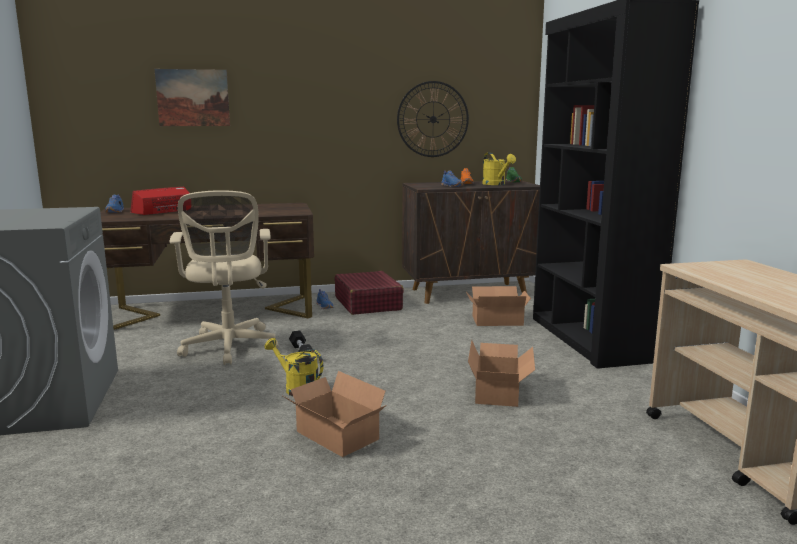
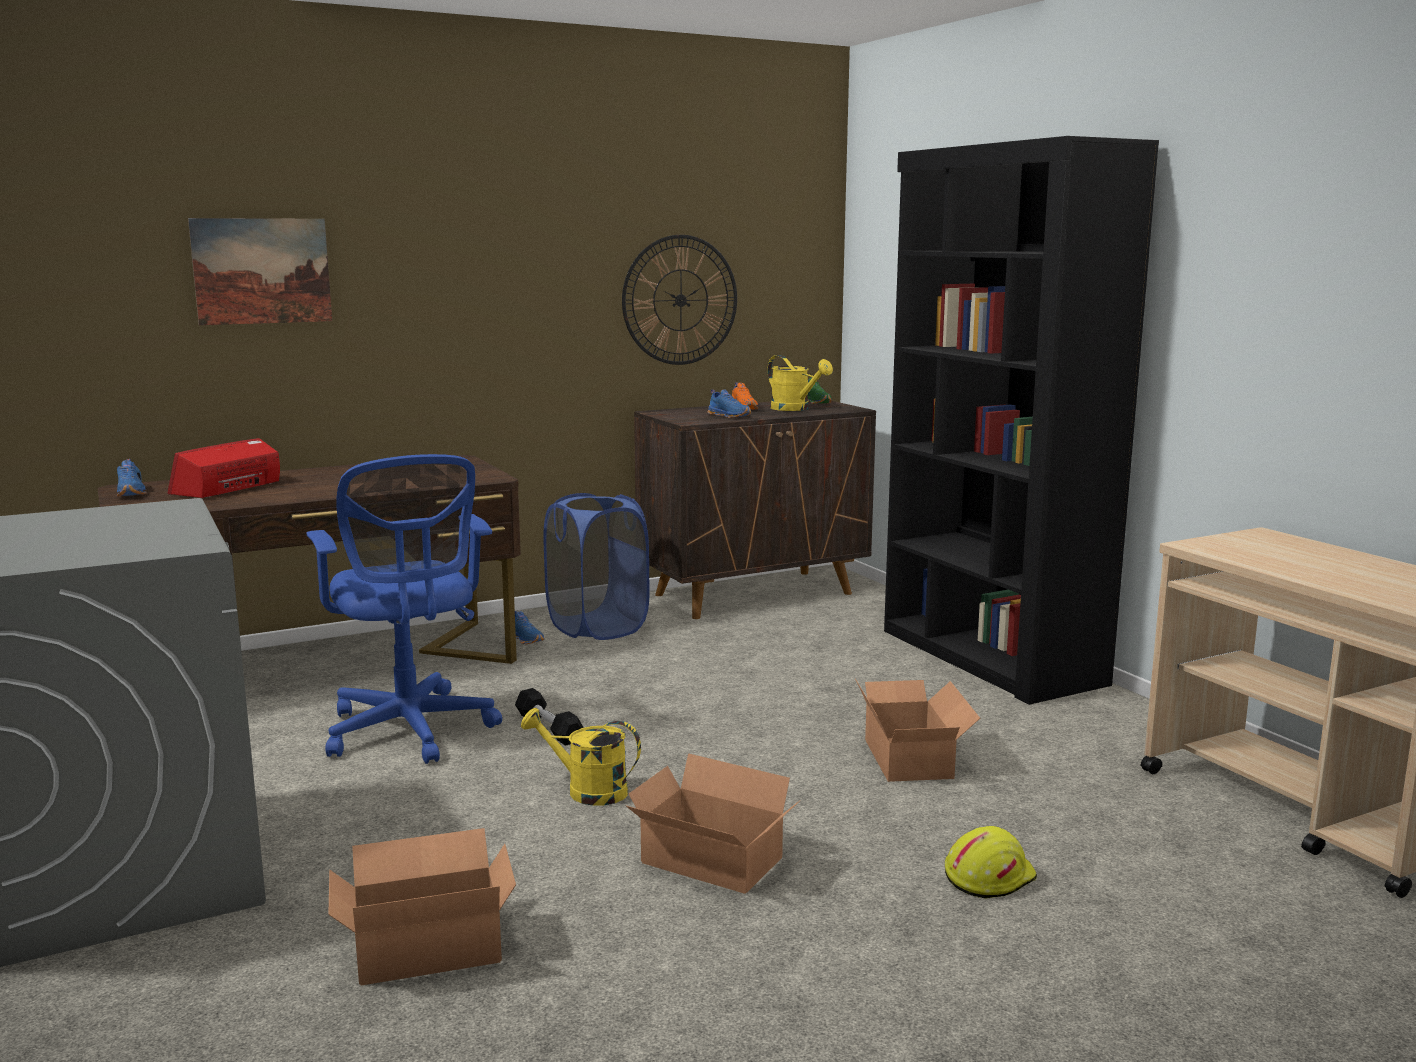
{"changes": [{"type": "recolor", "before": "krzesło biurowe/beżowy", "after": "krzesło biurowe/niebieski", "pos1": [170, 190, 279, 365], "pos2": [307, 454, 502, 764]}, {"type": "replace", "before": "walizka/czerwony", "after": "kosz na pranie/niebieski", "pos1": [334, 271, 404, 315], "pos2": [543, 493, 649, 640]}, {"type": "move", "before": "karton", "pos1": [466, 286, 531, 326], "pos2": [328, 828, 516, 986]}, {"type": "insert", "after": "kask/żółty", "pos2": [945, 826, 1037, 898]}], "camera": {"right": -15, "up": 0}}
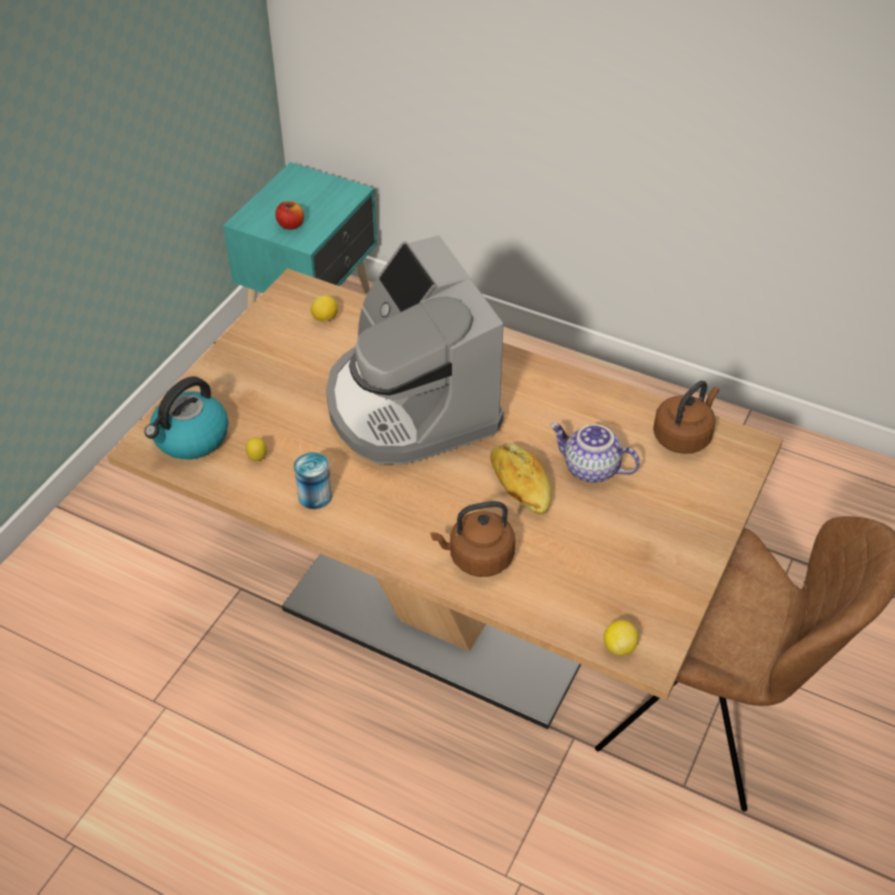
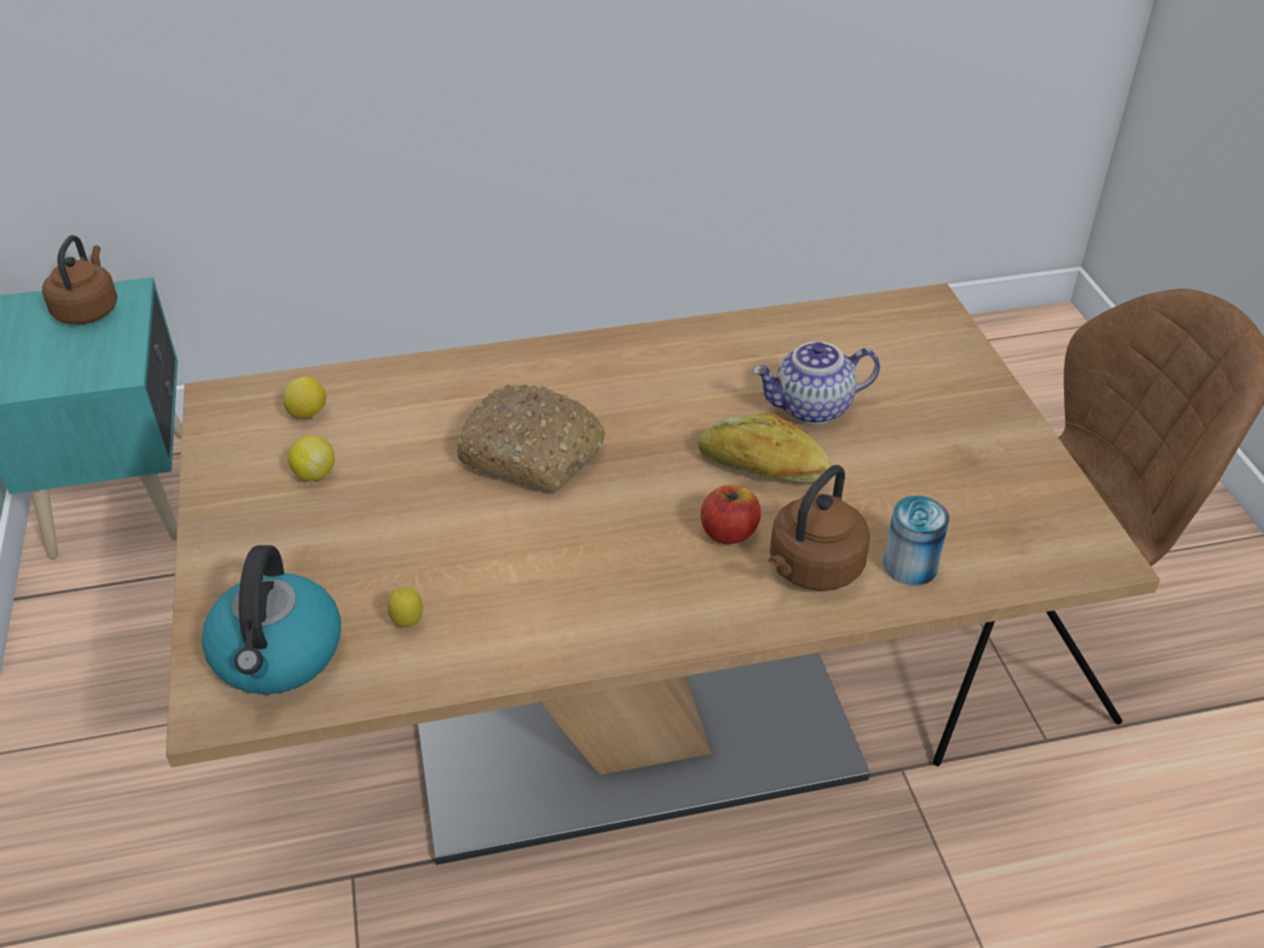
{"changes": [{"type": "move", "before": "jabłko", "pos1": [275, 201, 304, 230], "pos2": [700, 485, 761, 544]}, {"type": "replace", "before": "ekspres do kawy", "after": "chleb", "pos1": [326, 235, 504, 465], "pos2": [455, 384, 605, 492]}, {"type": "move", "before": "czajnik/brązowy", "pos1": [653, 381, 719, 454], "pos2": [42, 235, 118, 325]}, {"type": "move", "before": "puszka", "pos1": [294, 452, 332, 509], "pos2": [884, 496, 949, 586]}, {"type": "move", "before": "cytryna", "pos1": [604, 620, 639, 656], "pos2": [288, 435, 335, 481]}], "camera": {"right": -40, "up": -5}}
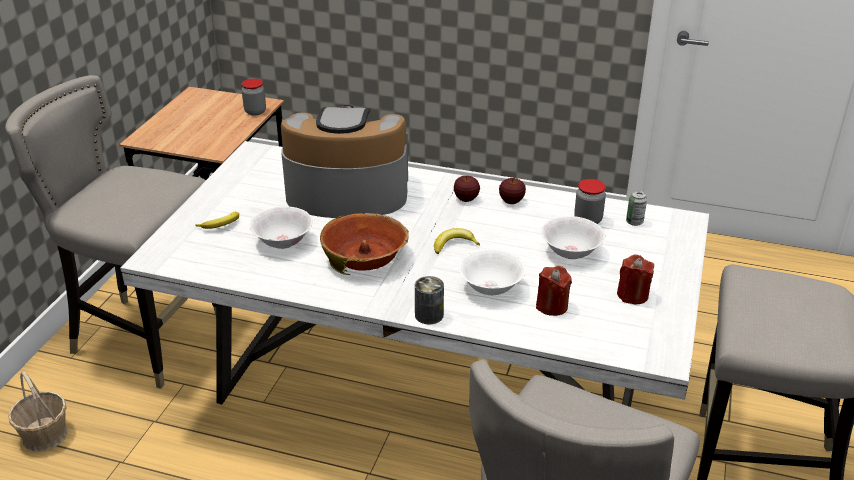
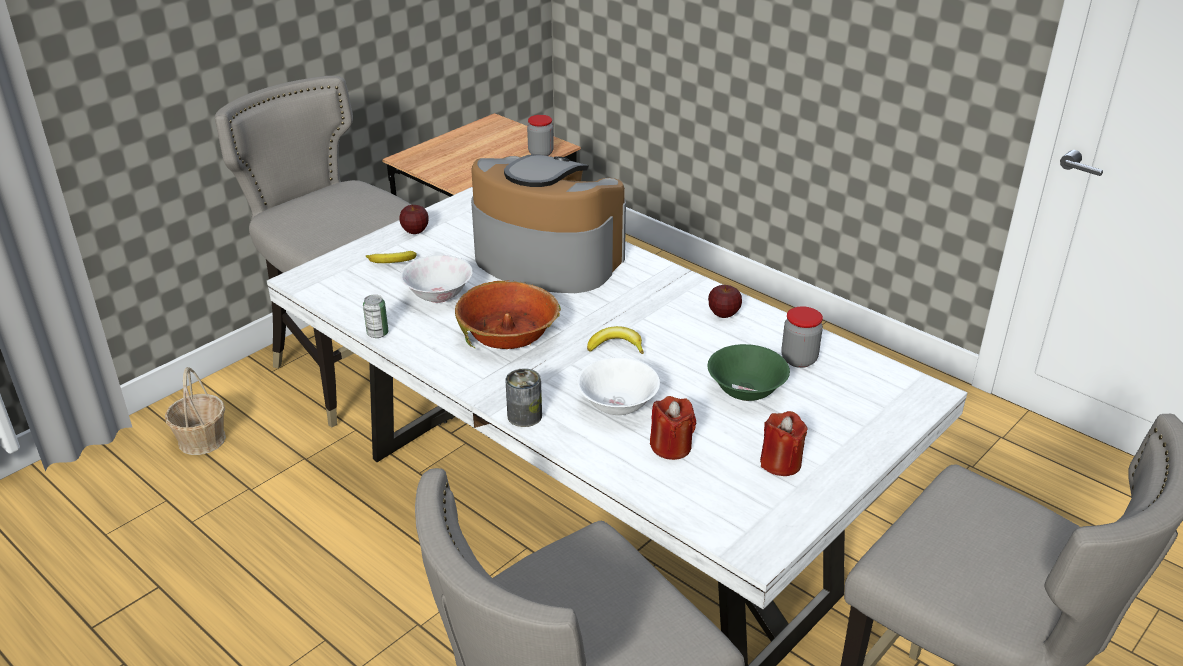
{"changes": [{"type": "move", "before": "jabłko", "pos1": [454, 176, 480, 202], "pos2": [399, 205, 428, 234]}, {"type": "move", "before": "puszka", "pos1": [626, 191, 647, 226], "pos2": [363, 294, 389, 338]}, {"type": "recolor", "before": "miska/biały", "after": "miska/zielony", "pos1": [541, 216, 605, 259], "pos2": [708, 344, 790, 401]}], "camera": {"right": 25, "up": 0}}
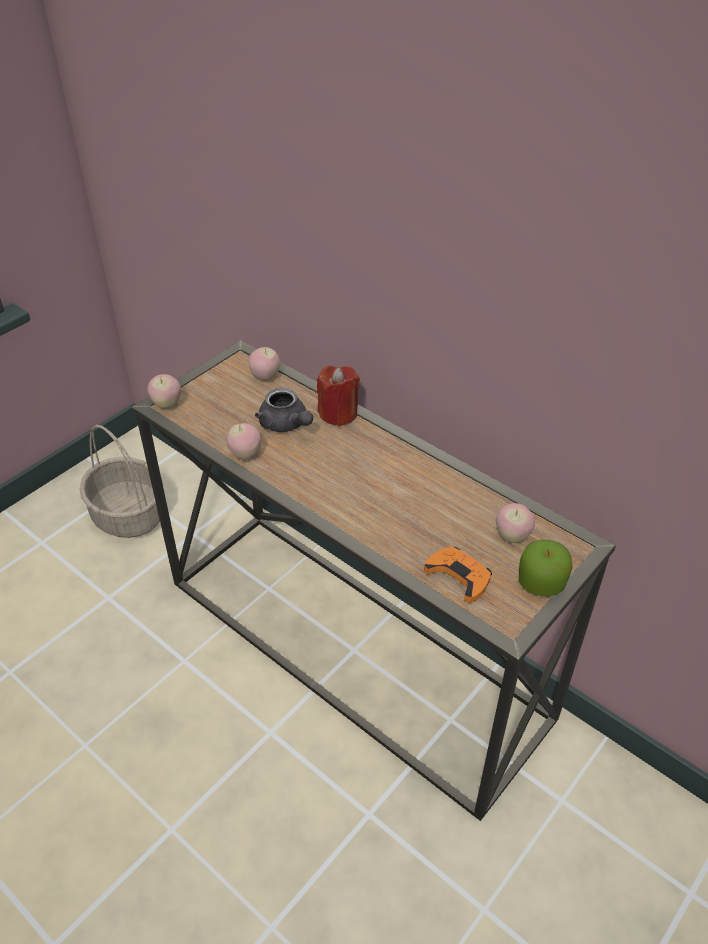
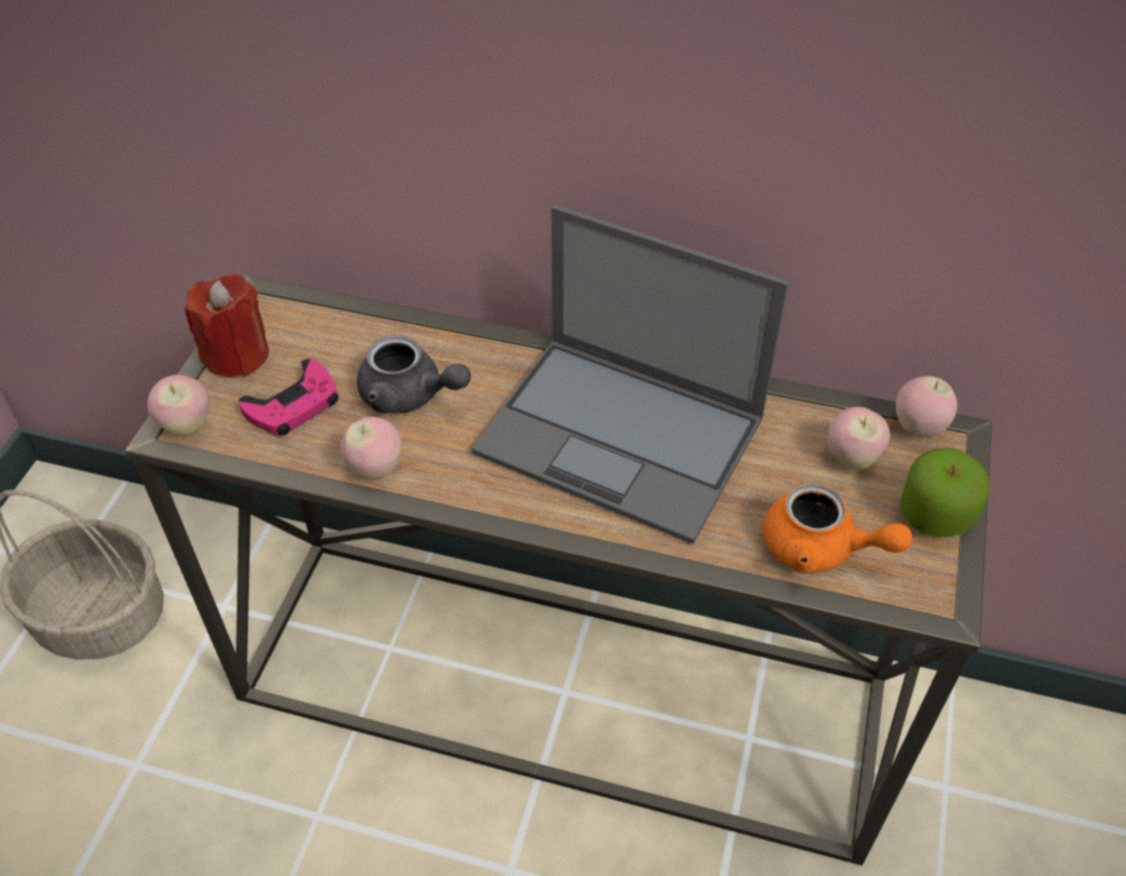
{"changes": [{"type": "move", "before": "jabłko", "pos1": [248, 347, 280, 380], "pos2": [896, 376, 957, 437]}, {"type": "move", "before": "świeca/czerwony", "pos1": [317, 366, 360, 426], "pos2": [185, 273, 269, 377]}, {"type": "replace", "before": "pad do gier/pomarańczowy", "after": "imbryk/pomarańczowy", "pos1": [424, 546, 492, 603], "pos2": [763, 483, 912, 574]}, {"type": "insert", "after": "laptop", "pos2": [471, 205, 789, 544]}, {"type": "insert", "after": "pad do gier/różowy", "pos2": [238, 358, 338, 436]}], "camera": {"right": -25, "up": 5}}
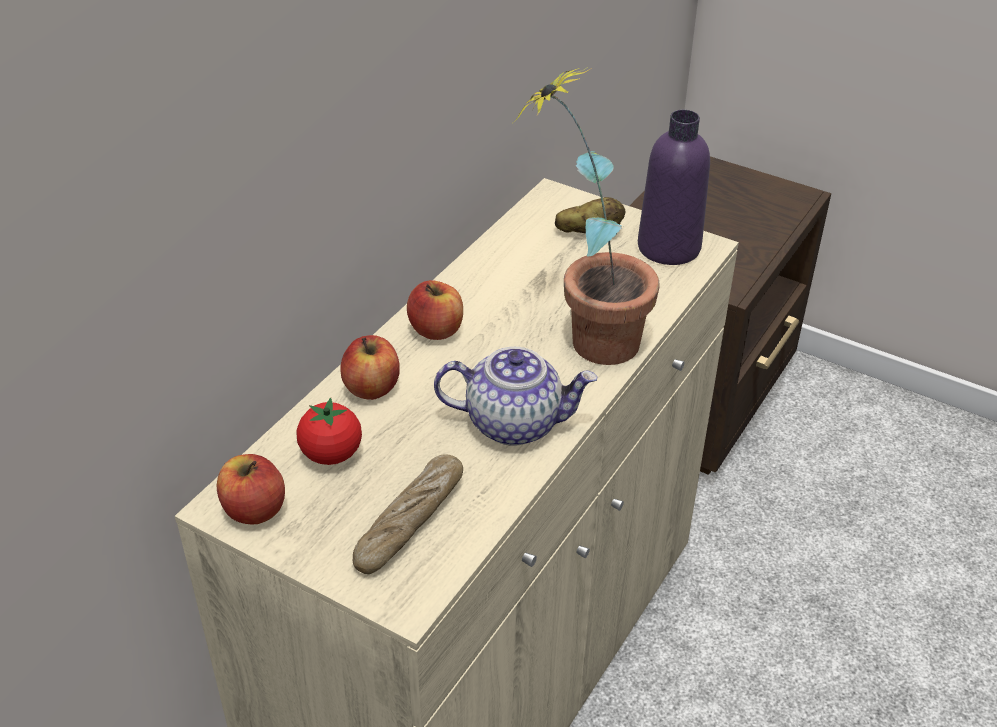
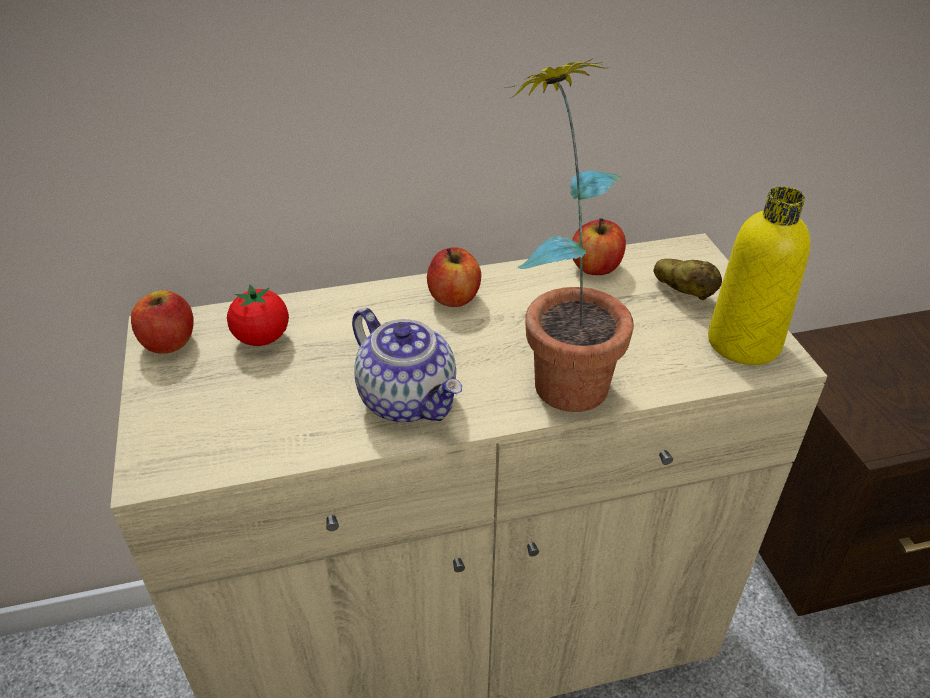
{"changes": [{"type": "recolor", "before": "butelka/fioletowy", "after": "butelka/żółty", "pos1": [638, 110, 710, 265], "pos2": [708, 187, 811, 365]}, {"type": "move", "before": "jabłko", "pos1": [340, 335, 400, 400], "pos2": [572, 218, 626, 275]}, {"type": "delete", "before": "chleb", "pos1": [353, 455, 463, 574]}], "camera": {"right": 45, "up": 0}}
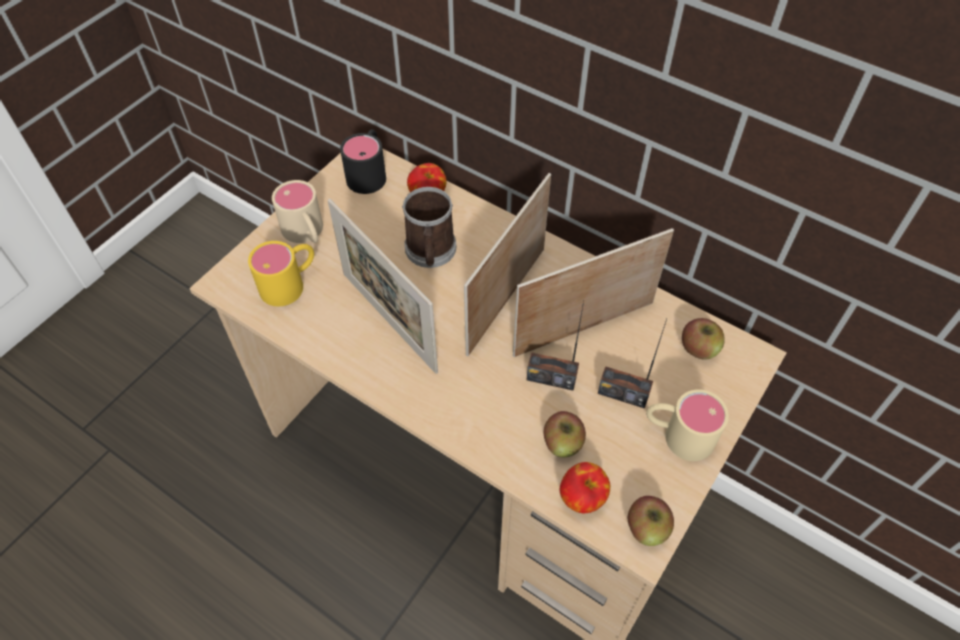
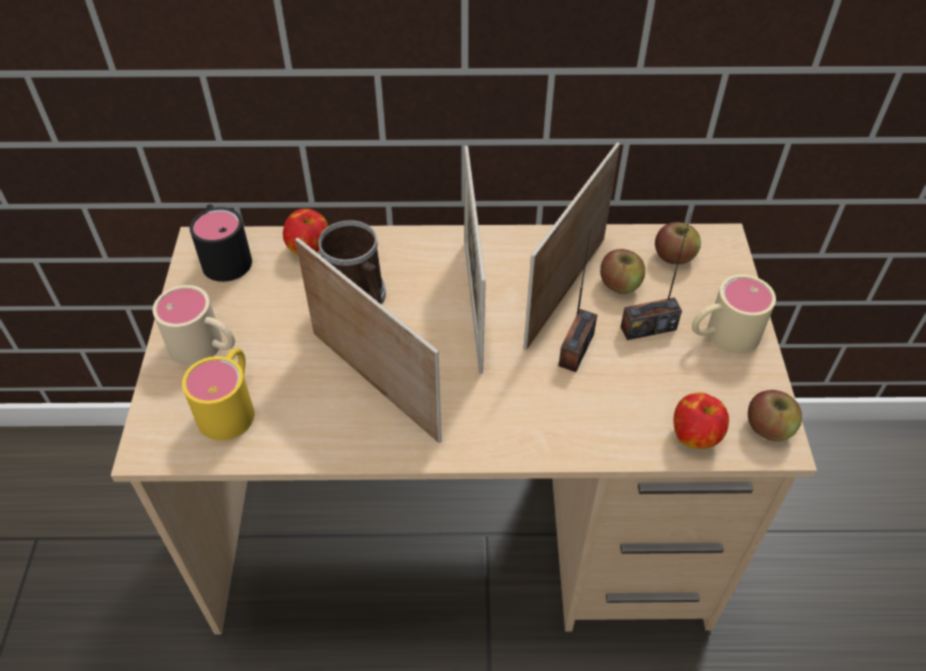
{"changes": [{"type": "rotate", "before": "ramka na zdjęcie", "pos1": [328, 199, 438, 374], "pos2": [295, 238, 442, 443], "turn": -150}, {"type": "rotate", "before": "radio", "pos1": [526, 301, 584, 391], "pos2": [559, 228, 598, 372], "turn": -45}, {"type": "move", "before": "jabłko", "pos1": [544, 411, 586, 458], "pos2": [600, 249, 645, 294]}], "camera": {"right": -35, "up": -5}}
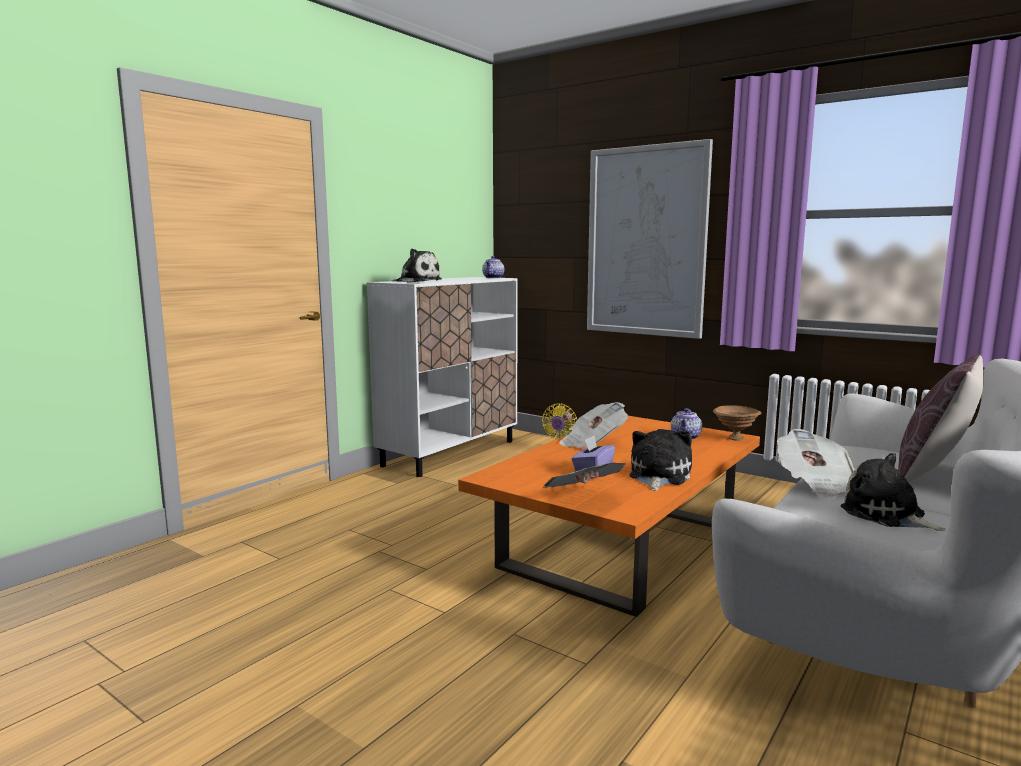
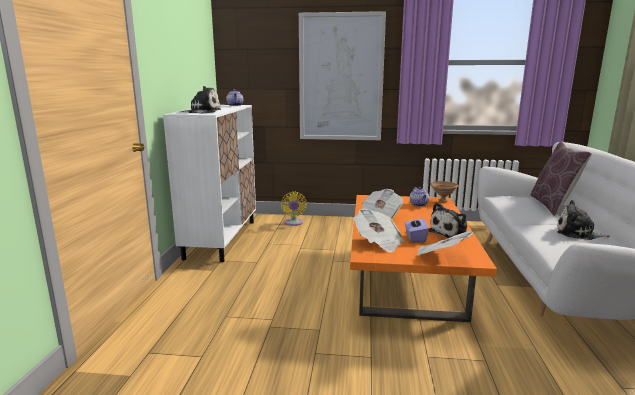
{"changes": [{"type": "rotate", "before": "pluszak", "pos1": [630, 429, 692, 491], "pos2": [428, 202, 468, 239], "turn": -120}, {"type": "move", "before": "gazeta", "pos1": [777, 429, 855, 497], "pos2": [354, 209, 404, 252]}], "camera": {"right": -30, "up": 5}}
